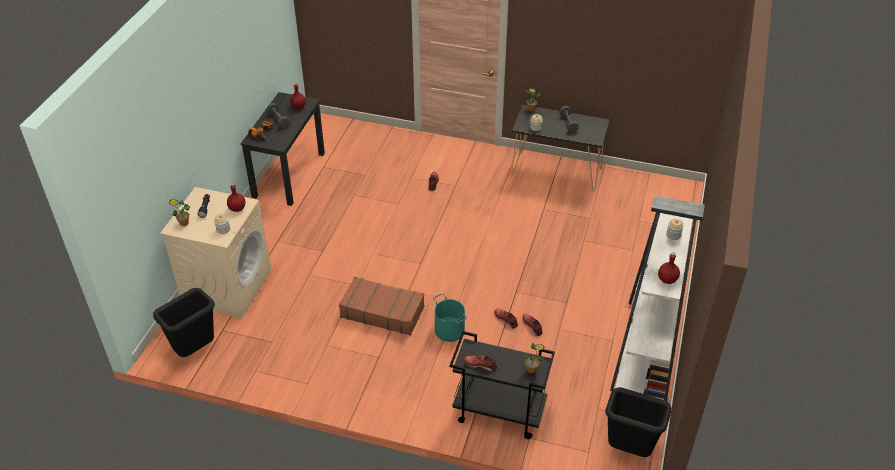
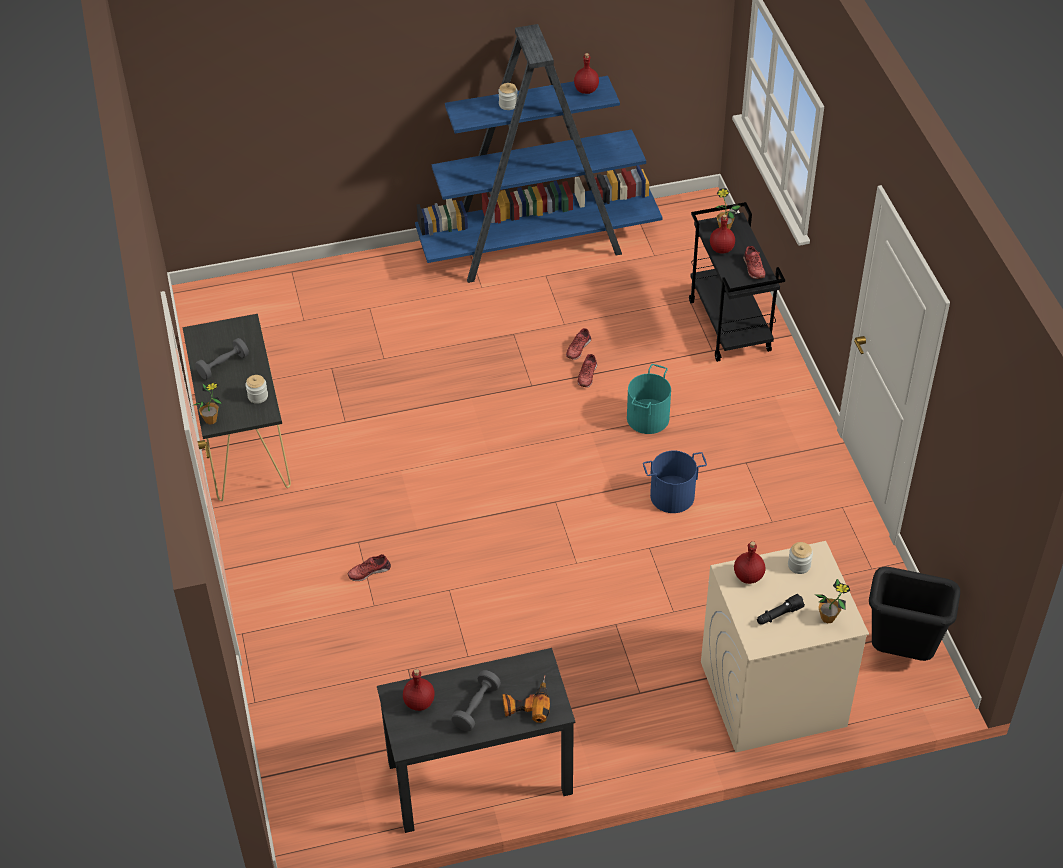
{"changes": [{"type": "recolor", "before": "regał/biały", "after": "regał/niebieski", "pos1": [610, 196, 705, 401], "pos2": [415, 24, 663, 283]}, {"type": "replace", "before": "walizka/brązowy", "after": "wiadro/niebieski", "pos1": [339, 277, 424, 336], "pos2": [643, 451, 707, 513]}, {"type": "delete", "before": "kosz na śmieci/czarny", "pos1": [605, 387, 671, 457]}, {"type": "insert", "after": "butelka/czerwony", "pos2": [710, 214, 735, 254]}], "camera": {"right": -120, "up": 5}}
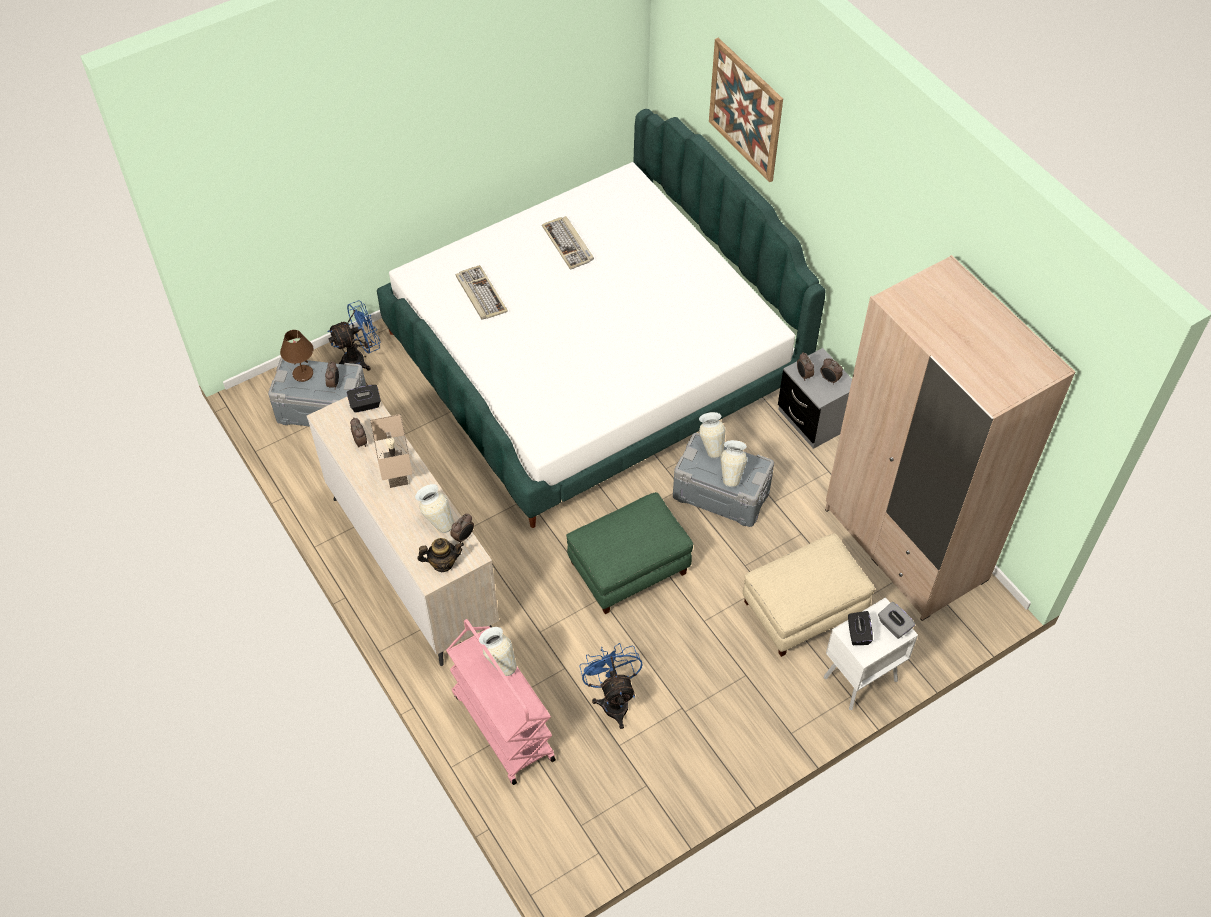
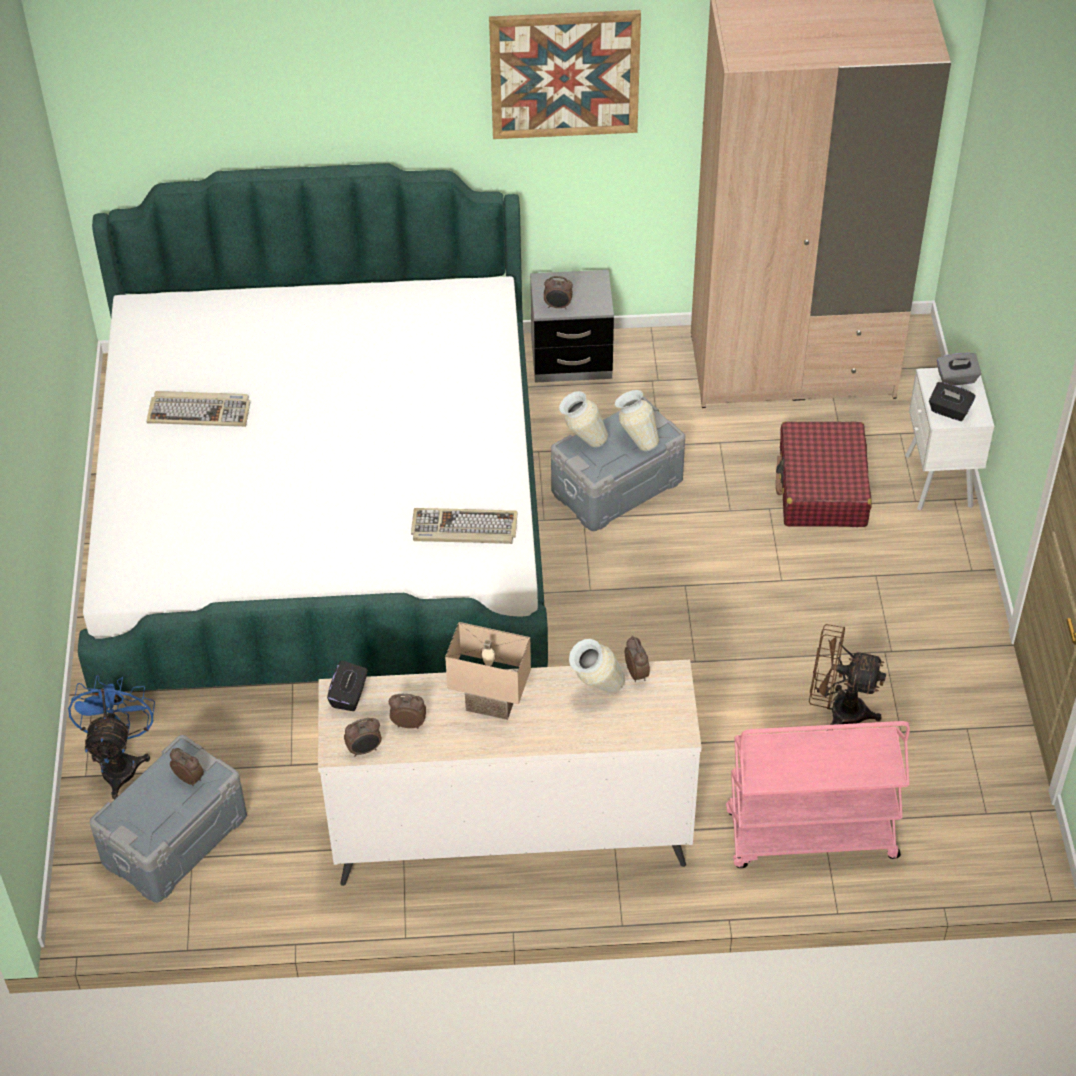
{"changes": [{"type": "move", "before": "obraz", "pos1": [709, 38, 783, 182], "pos2": [489, 10, 641, 139]}, {"type": "move", "before": "klawiatura", "pos1": [456, 265, 508, 320], "pos2": [411, 508, 517, 544]}, {"type": "delete", "before": "lampa stołowa/brązowy", "pos1": [280, 330, 314, 382]}, {"type": "move", "before": "budzik", "pos1": [820, 358, 843, 384], "pos2": [344, 718, 382, 757]}, {"type": "delete", "before": "pufa/zielony", "pos1": [566, 492, 693, 614]}, {"type": "replace", "before": "pufa/beżowy", "after": "walizka/czerwony", "pos1": [743, 534, 875, 657], "pos2": [776, 421, 872, 527]}, {"type": "delete", "before": "imbryk", "pos1": [417, 538, 464, 572]}, {"type": "delete", "before": "wazon", "pos1": [479, 627, 517, 676]}, {"type": "recolor", "before": "wentylator/niebieski", "after": "wentylator/brązowy", "pos1": [579, 643, 642, 729], "pos2": [809, 624, 886, 725]}], "camera": {"right": -60, "up": -5}}
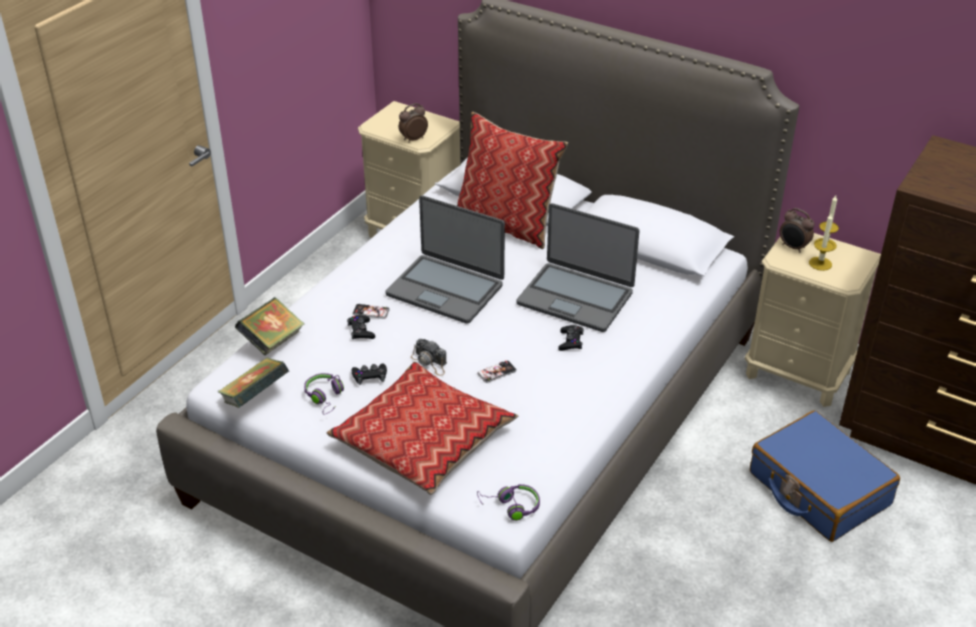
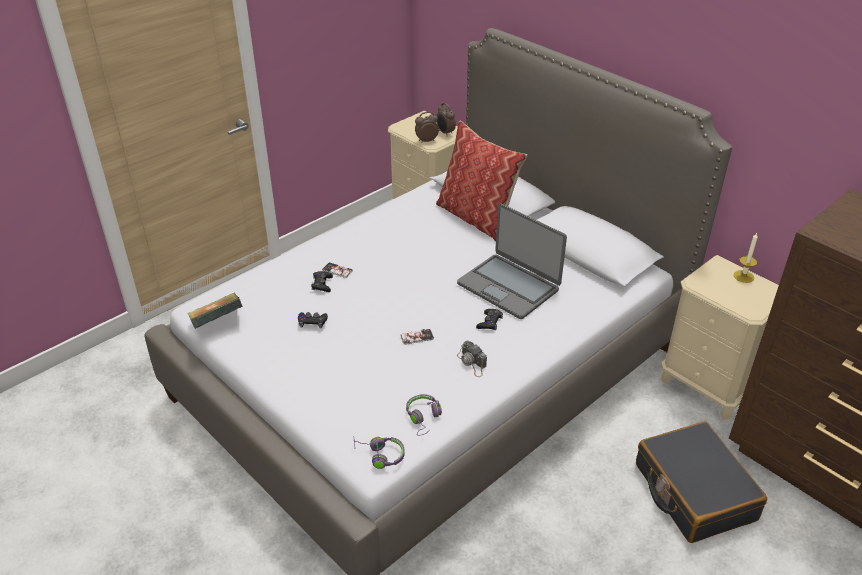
{"changes": [{"type": "delete", "before": "laptop", "pos1": [386, 195, 505, 324]}, {"type": "move", "before": "budzik", "pos1": [780, 208, 815, 253], "pos2": [437, 103, 456, 135]}, {"type": "delete", "before": "świeca", "pos1": [809, 214, 834, 271]}, {"type": "delete", "before": "książka", "pos1": [235, 297, 304, 355]}, {"type": "move", "before": "aparat fotograficzny", "pos1": [411, 339, 447, 376], "pos2": [457, 341, 487, 377]}, {"type": "delete", "before": "poduszka", "pos1": [326, 362, 518, 495]}, {"type": "move", "before": "słuchawki/fioletowy", "pos1": [304, 373, 344, 415], "pos2": [406, 394, 442, 436]}, {"type": "recolor", "before": "walizka/niebieski", "after": "walizka/czarny", "pos1": [750, 411, 900, 542], "pos2": [636, 421, 767, 543]}], "camera": {"right": 15, "up": 0}}
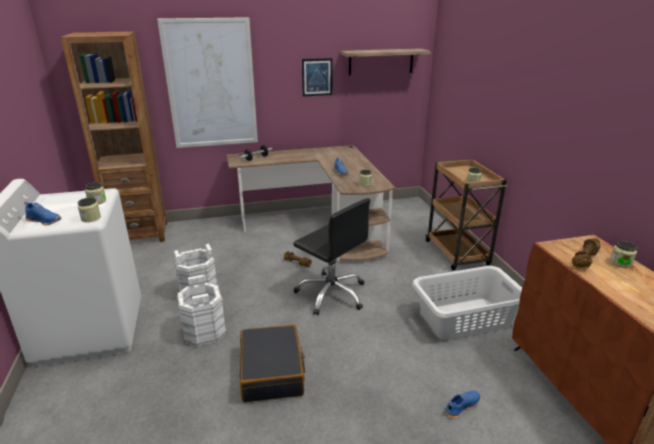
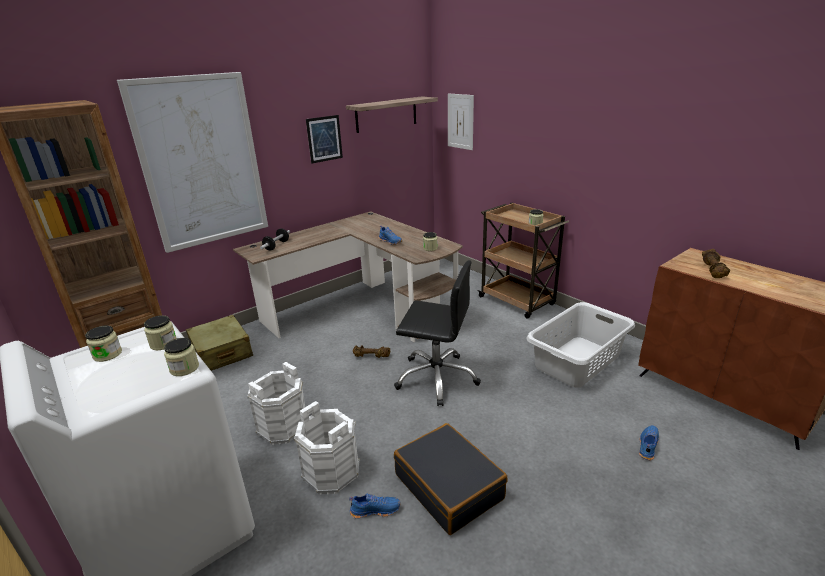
{"changes": [{"type": "move", "before": "but/niebieski", "pos1": [24, 202, 61, 225], "pos2": [349, 494, 400, 518]}, {"type": "move", "before": "słoik", "pos1": [610, 241, 637, 268], "pos2": [85, 326, 122, 362]}, {"type": "insert", "after": "obraz", "pos2": [448, 93, 474, 150]}, {"type": "insert", "after": "walizka/beżowy", "pos2": [186, 315, 253, 371]}], "camera": {"right": -25, "up": 0}}
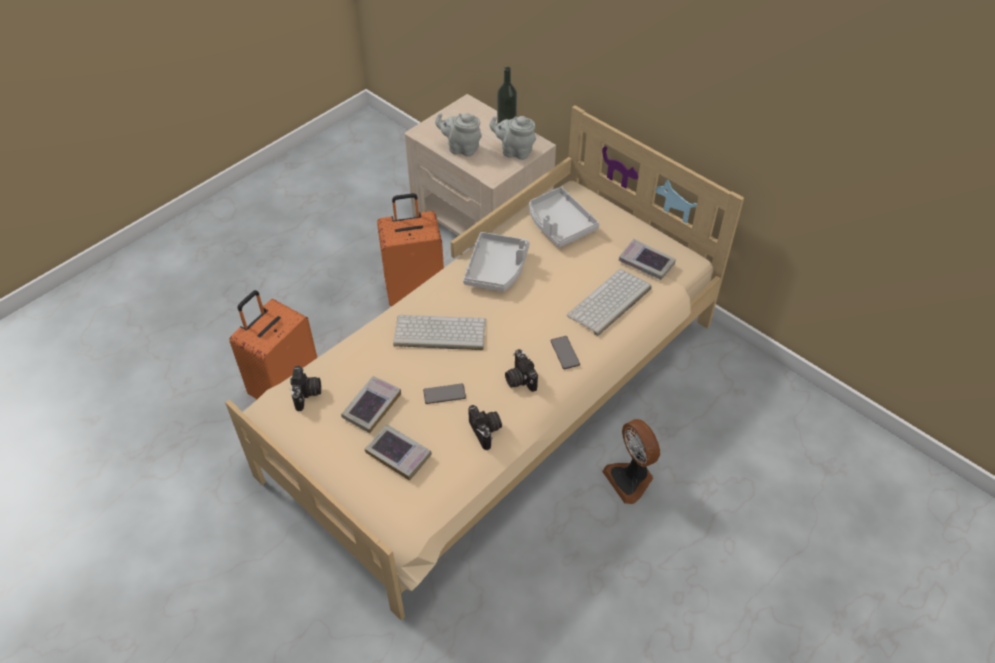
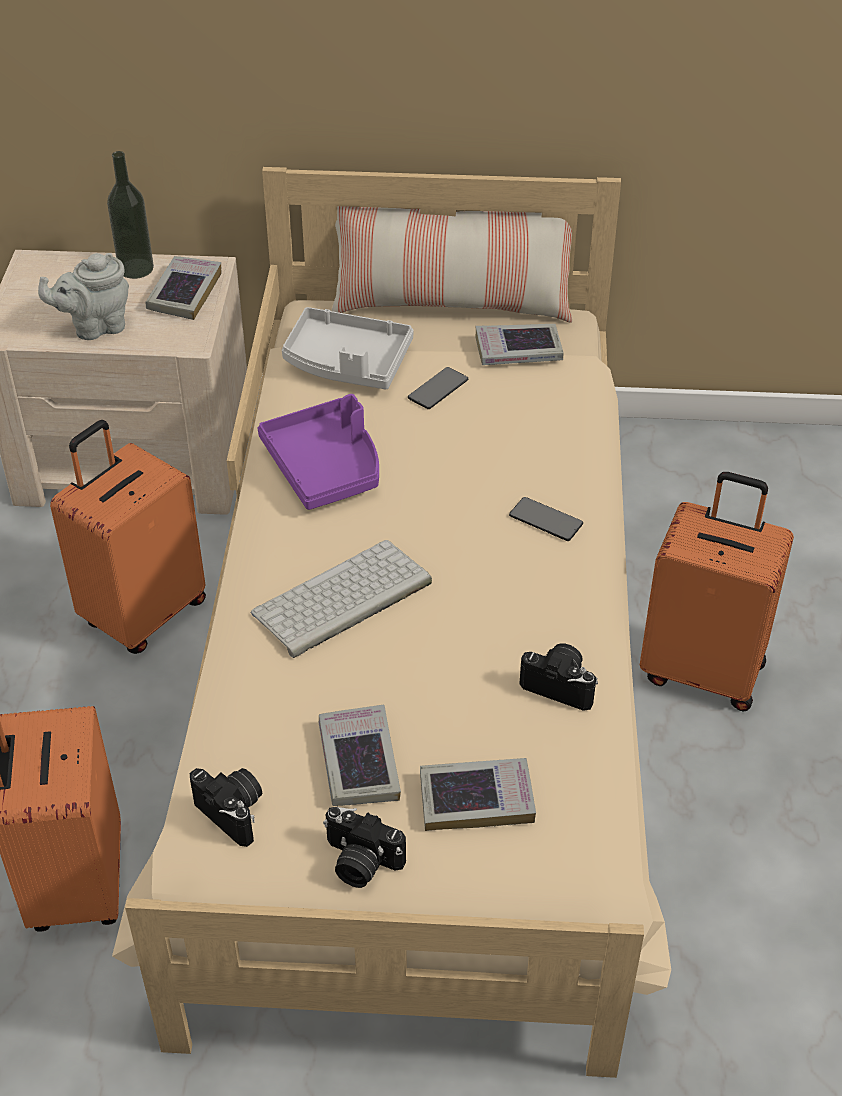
{"changes": [{"type": "replace", "before": "imbryk/szary", "after": "książka", "pos1": [489, 116, 536, 160], "pos2": [146, 256, 222, 320]}, {"type": "recolor", "before": "taca/szary", "after": "taca/fioletowy", "pos1": [463, 232, 530, 291], "pos2": [258, 394, 379, 510]}, {"type": "delete", "before": "klawiatura", "pos1": [566, 269, 651, 336]}, {"type": "move", "before": "aparat fotograficzny", "pos1": [505, 349, 538, 392], "pos2": [323, 807, 406, 888]}, {"type": "move", "before": "telefon", "pos1": [423, 384, 466, 404], "pos2": [408, 367, 468, 409]}, {"type": "replace", "before": "wentylator", "after": "walizka/pomarańczowy", "pos1": [602, 419, 660, 504], "pos2": [640, 472, 794, 711]}, {"type": "insert", "after": "poduszka", "pos2": [332, 206, 572, 323]}], "camera": {"right": -40, "up": -5}}
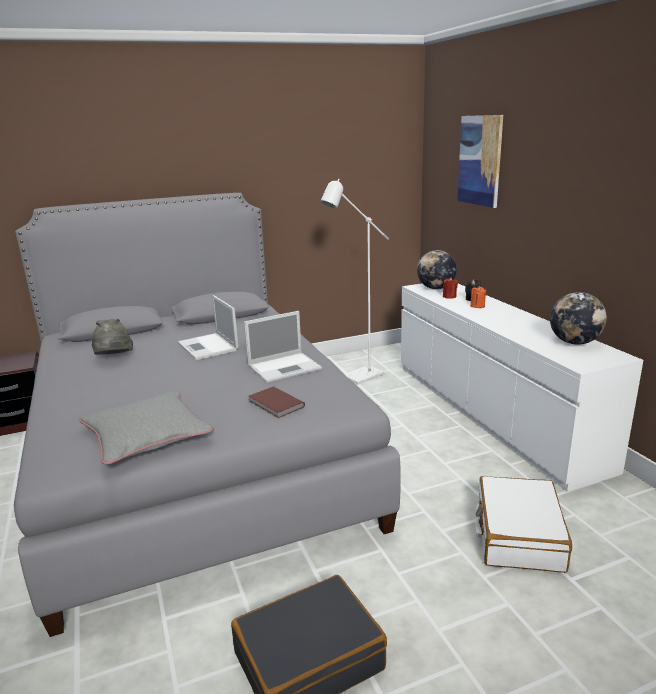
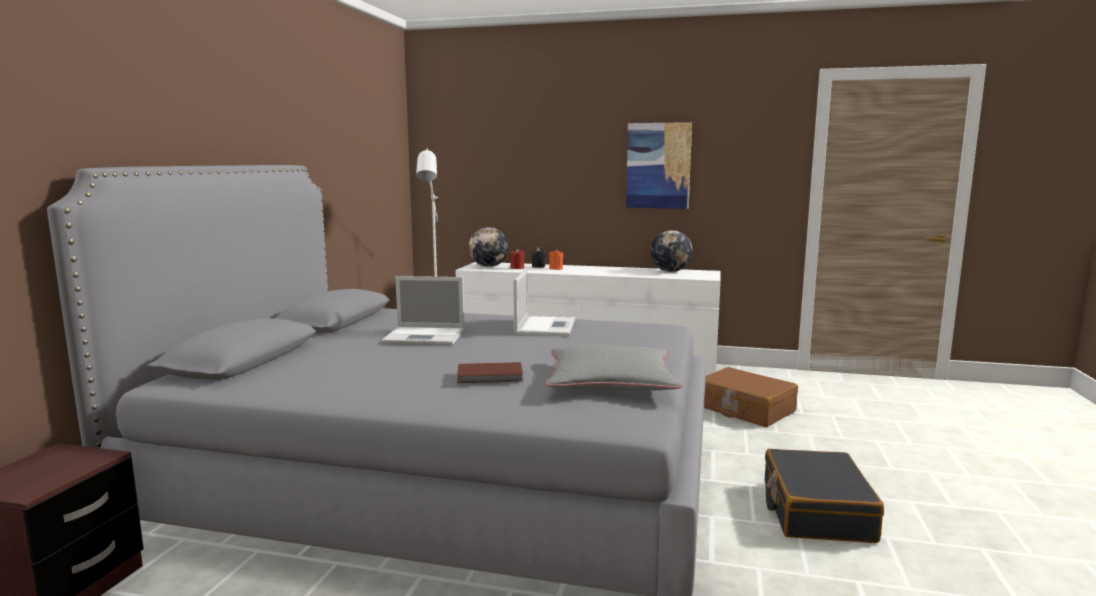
{"changes": [{"type": "move", "before": "obraz", "pos1": [457, 115, 503, 208], "pos2": [626, 122, 692, 209]}, {"type": "delete", "before": "kapelusz/szary", "pos1": [92, 318, 133, 355]}, {"type": "move", "before": "książka/brązowy", "pos1": [249, 386, 305, 418], "pos2": [457, 362, 523, 383]}, {"type": "recolor", "before": "walizka/biały", "after": "walizka/brązowy", "pos1": [476, 476, 572, 573], "pos2": [704, 367, 798, 427]}], "camera": {"right": -55, "up": -10}}
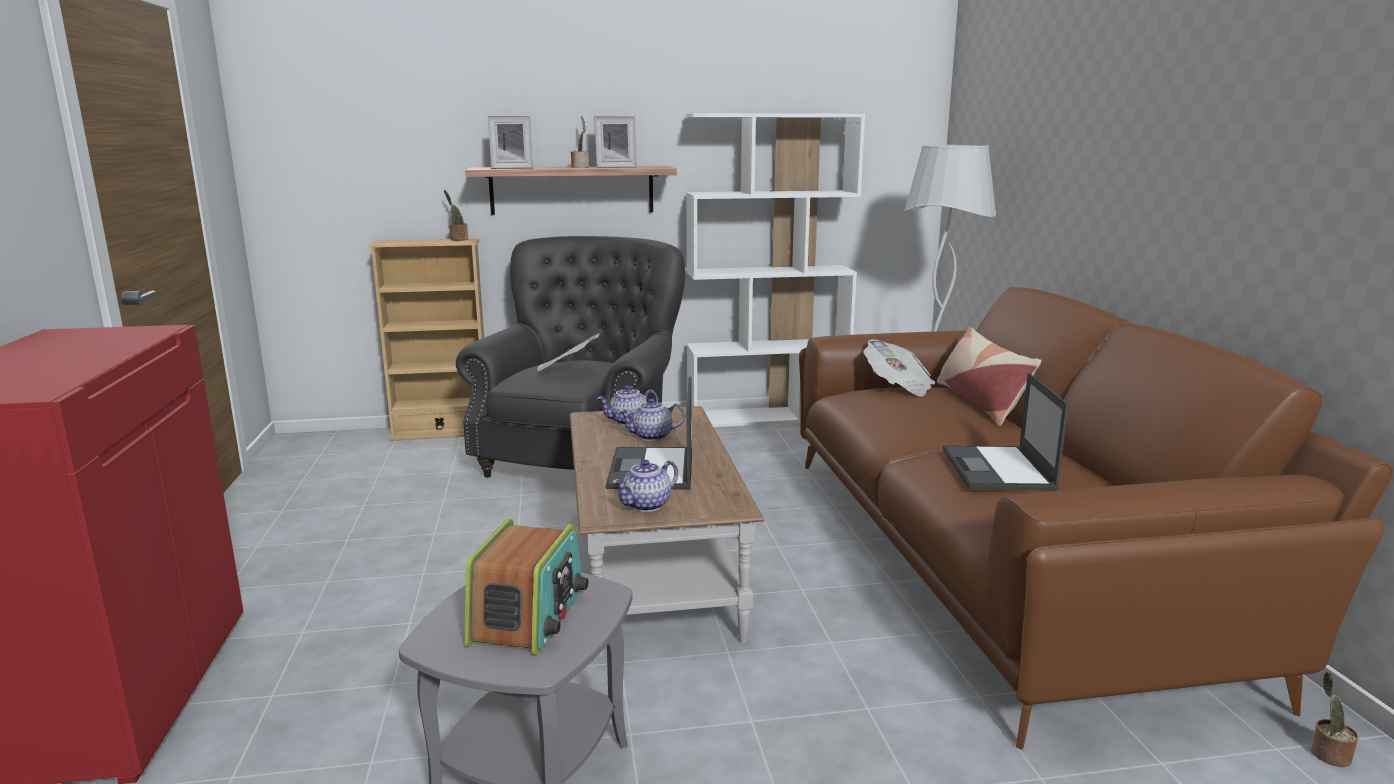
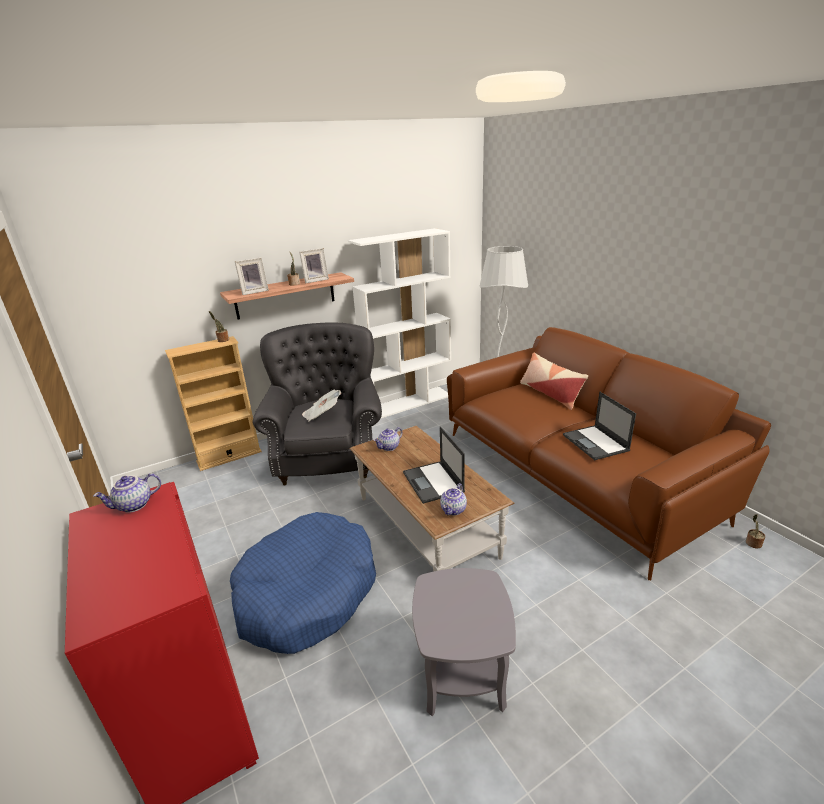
{"changes": [{"type": "delete", "before": "gazeta", "pos1": [863, 339, 935, 397]}, {"type": "move", "before": "imbryk", "pos1": [618, 399, 685, 441], "pos2": [93, 473, 161, 513]}, {"type": "delete", "before": "radio", "pos1": [464, 519, 589, 656]}, {"type": "insert", "after": "legowisko/niebieski", "pos2": [230, 512, 376, 654]}], "camera": {"right": -20, "up": 10}}
